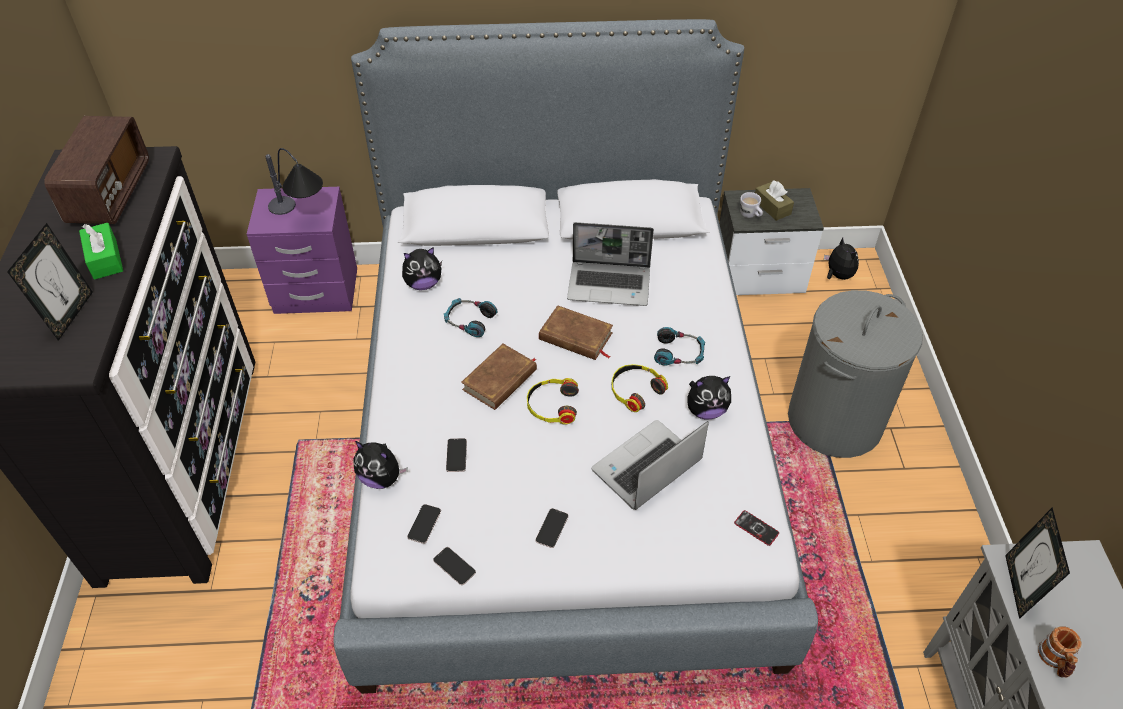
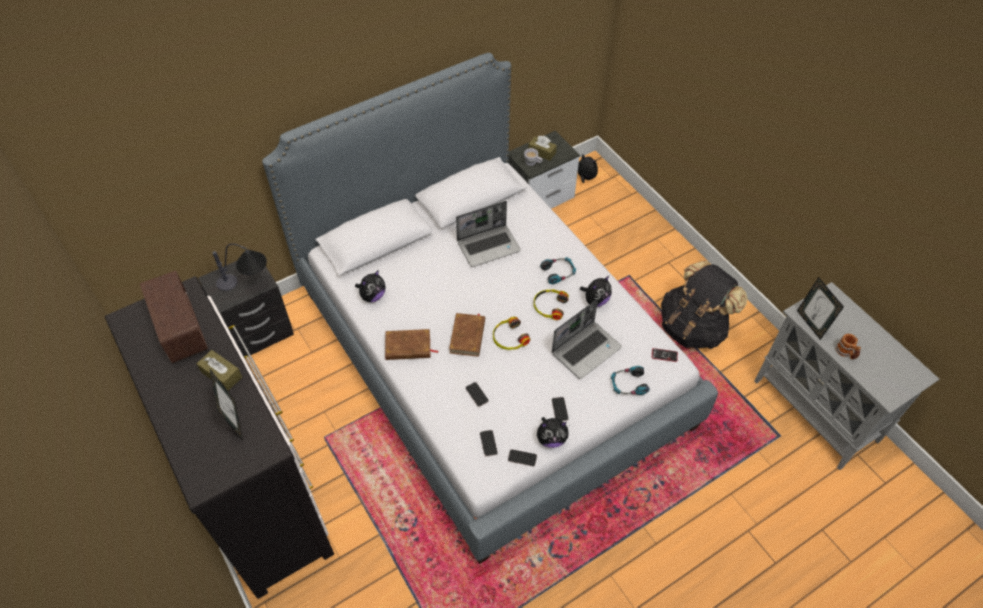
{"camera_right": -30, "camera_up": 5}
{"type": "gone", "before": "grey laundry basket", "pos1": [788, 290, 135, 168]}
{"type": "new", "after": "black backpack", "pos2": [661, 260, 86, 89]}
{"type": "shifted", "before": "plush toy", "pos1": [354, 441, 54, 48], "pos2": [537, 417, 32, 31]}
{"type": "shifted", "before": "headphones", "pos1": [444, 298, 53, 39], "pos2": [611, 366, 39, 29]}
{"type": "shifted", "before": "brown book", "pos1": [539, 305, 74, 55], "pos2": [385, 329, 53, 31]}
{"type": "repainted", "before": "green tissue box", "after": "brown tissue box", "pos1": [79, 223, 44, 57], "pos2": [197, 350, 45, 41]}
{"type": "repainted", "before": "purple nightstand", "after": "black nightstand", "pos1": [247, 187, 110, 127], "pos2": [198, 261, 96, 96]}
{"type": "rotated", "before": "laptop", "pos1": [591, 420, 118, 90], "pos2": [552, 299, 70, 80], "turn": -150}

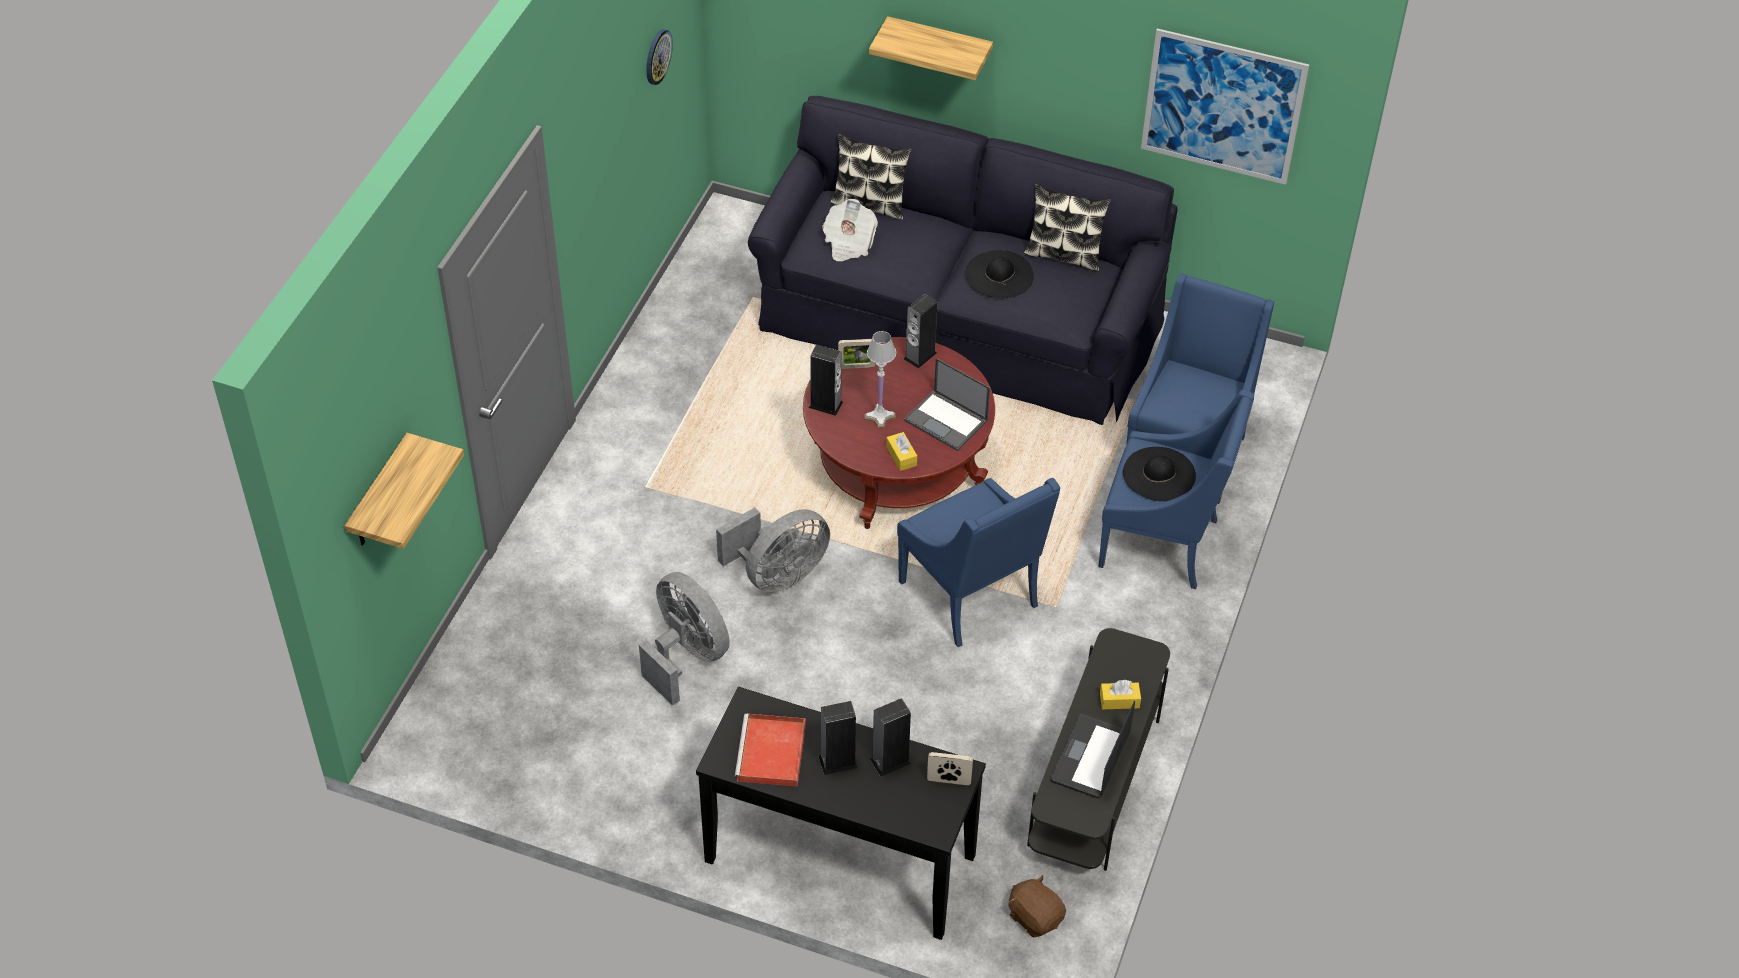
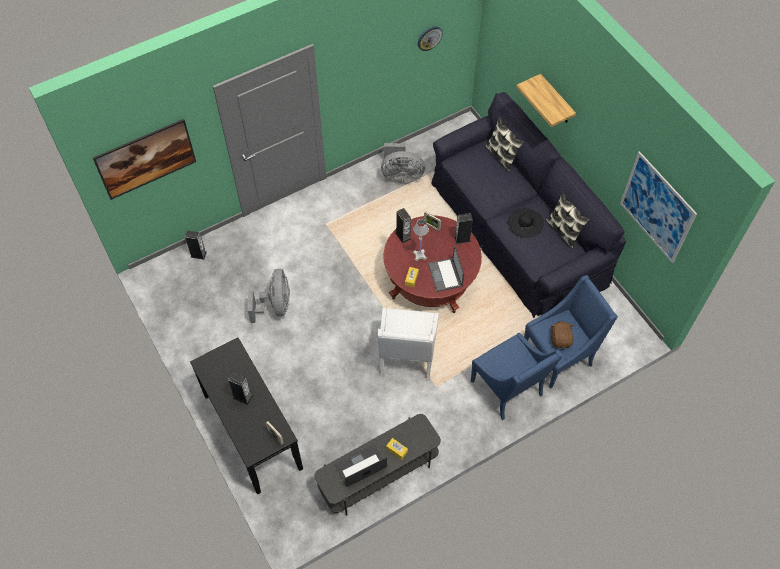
{"camera_right": 40, "camera_up": 10}
{"type": "gone", "before": "red tray", "pos1": [735, 714, 71, 72]}
{"type": "gone", "before": "newspaper", "pos1": [822, 199, 56, 62]}
{"type": "gone", "before": "black hat", "pos1": [1123, 447, 73, 55]}
{"type": "shifted", "before": "grey fan", "pos1": [716, 507, 114, 86], "pos2": [381, 143, 44, 40]}
{"type": "shifted", "before": "speaker", "pos1": [870, 698, 41, 78], "pos2": [185, 230, 22, 30]}
{"type": "shifted", "before": "brown plush toy", "pos1": [1009, 875, 57, 63], "pos2": [551, 321, 23, 28]}
{"type": "swapped", "before": "shelf", "after": "picture", "pos1": [344, 433, 120, 116], "pos2": [93, 119, 103, 81]}
{"type": "repainted", "before": "blue armchair", "after": "white armchair", "pos1": [897, 478, 163, 169], "pos2": [378, 308, 61, 73]}

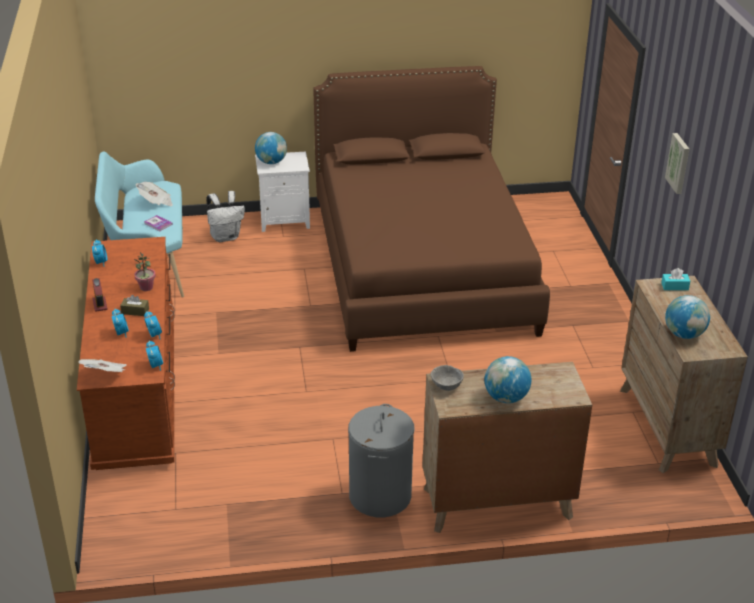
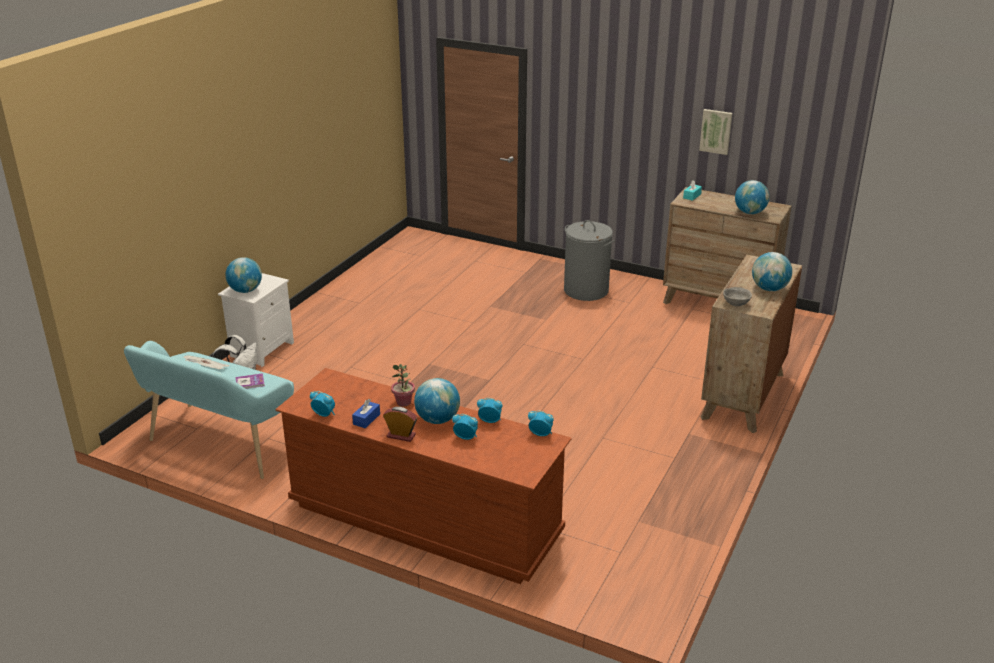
{"camera_right": -55, "camera_up": -5}
{"type": "gone", "before": "newspaper", "pos1": [78, 359, 49, 13]}
{"type": "gone", "before": "brown bed", "pos1": [313, 66, 237, 286]}
{"type": "new", "after": "blue tissue box", "pos2": [352, 399, 28, 29]}
{"type": "shifted", "before": "grey laundry basket", "pos1": [348, 404, 67, 113], "pos2": [564, 220, 51, 81]}
{"type": "shifted", "before": "picture", "pos1": [665, 133, 24, 61], "pos2": [699, 109, 34, 46]}
{"type": "swapped", "before": "brown tissue box", "after": "globe", "pos1": [120, 295, 29, 21], "pos2": [414, 378, 46, 46]}

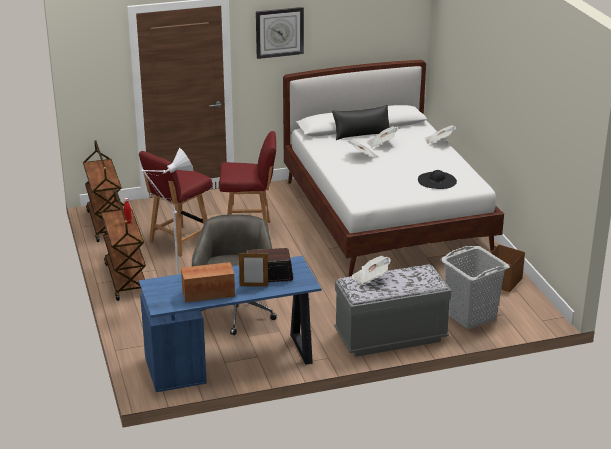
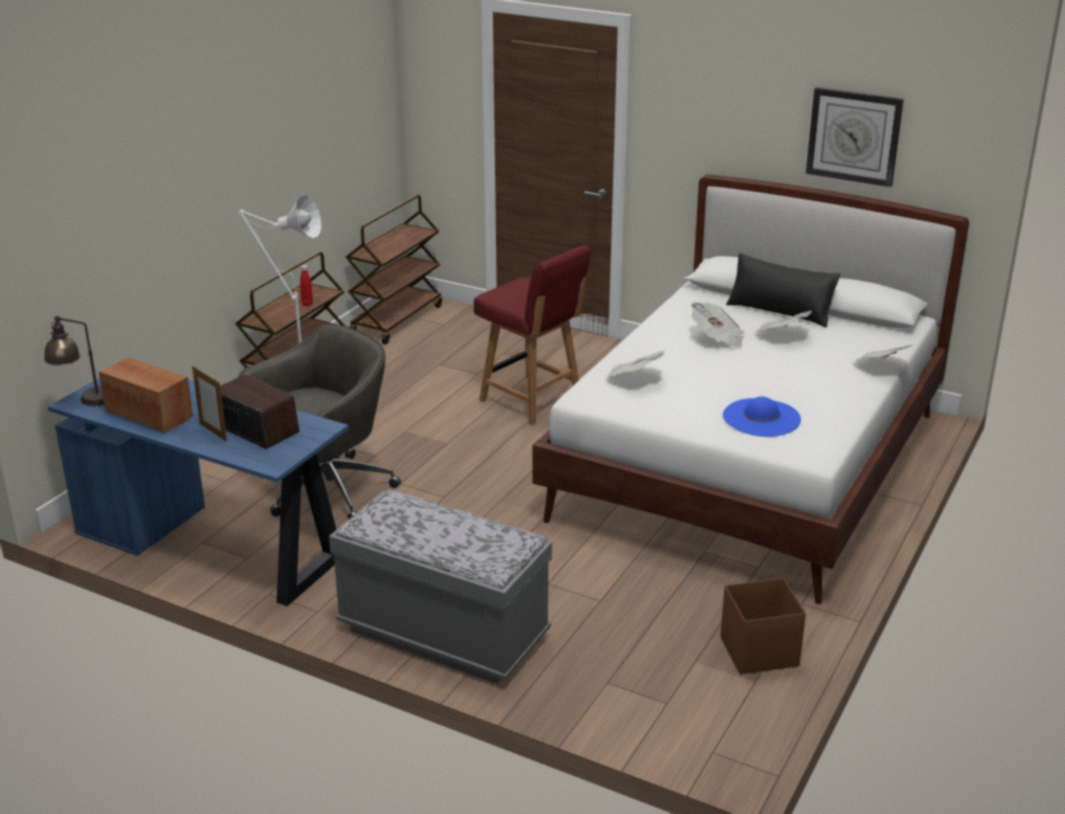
{"camera_right": 45, "camera_up": 0}
{"type": "gone", "before": "red chair", "pos1": [139, 151, 73, 106]}
{"type": "gone", "before": "grey laundry basket", "pos1": [440, 246, 70, 83]}
{"type": "new", "after": "table lamp", "pos2": [44, 316, 60, 90]}
{"type": "shifted", "before": "wall clock", "pos1": [256, 7, 48, 52], "pos2": [806, 87, 98, 100]}
{"type": "shifted", "before": "newspaper", "pos1": [352, 256, 39, 29], "pos2": [605, 350, 60, 28]}
{"type": "repainted", "before": "black hat", "after": "blue hat", "pos1": [418, 170, 39, 19], "pos2": [723, 396, 78, 41]}

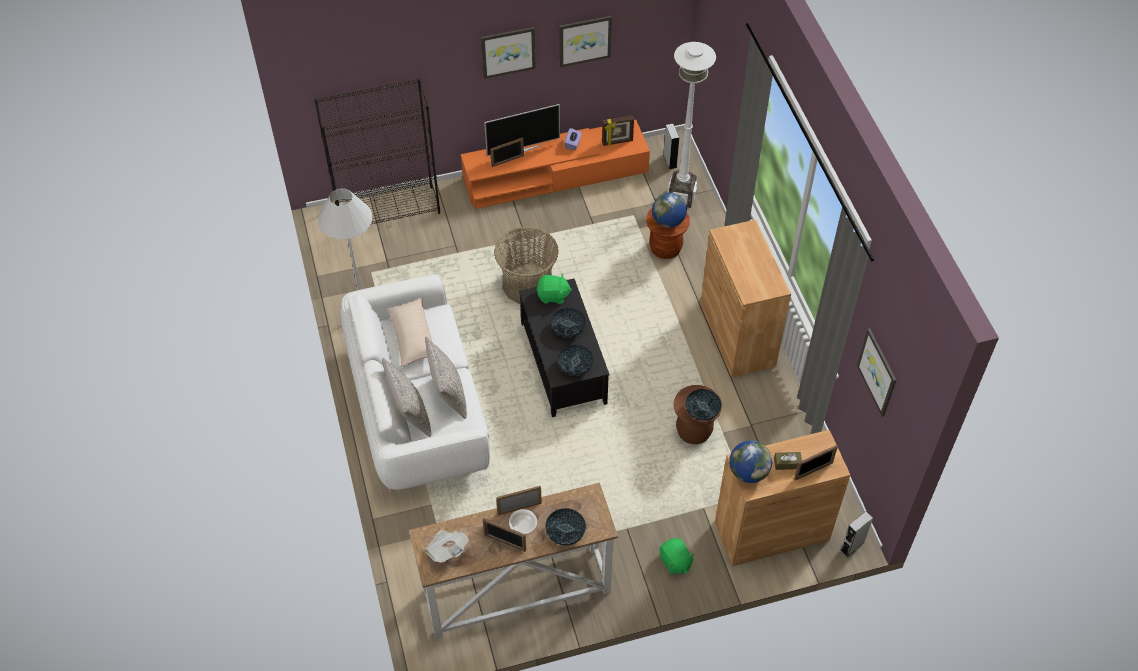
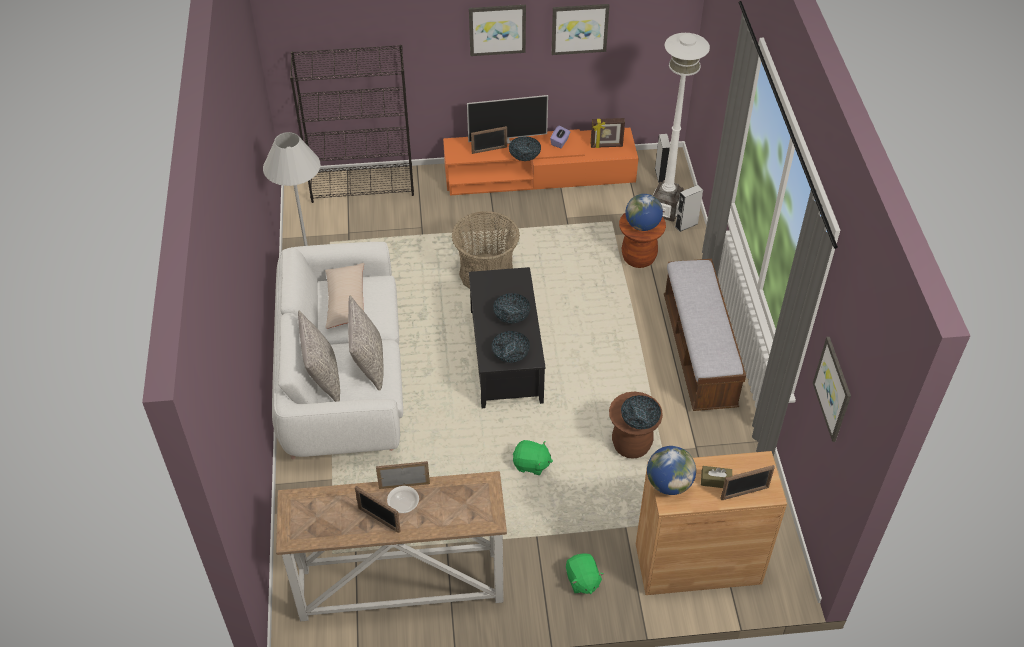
{"camera_right": 10, "camera_up": -5}
{"type": "gone", "before": "newspaper", "pos1": [425, 530, 44, 32]}
{"type": "shifted", "before": "green plush toy", "pos1": [536, 274, 36, 30], "pos2": [513, 440, 40, 35]}
{"type": "shifted", "before": "bowl", "pos1": [545, 508, 41, 37], "pos2": [509, 136, 32, 25]}
{"type": "shifted", "before": "grey speaker", "pos1": [840, 511, 33, 46], "pos2": [675, 185, 28, 47]}
{"type": "swapped", "before": "brown cabinet", "after": "bench", "pos1": [700, 220, 91, 157], "pos2": [664, 259, 82, 152]}

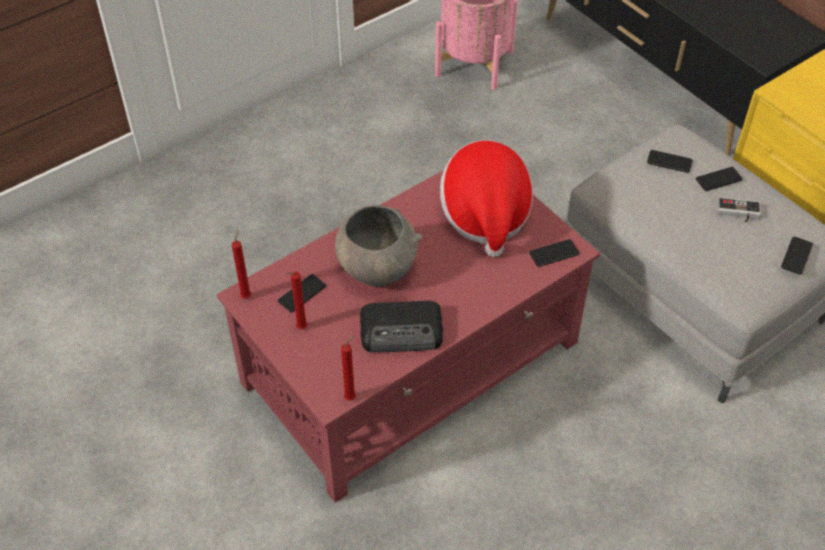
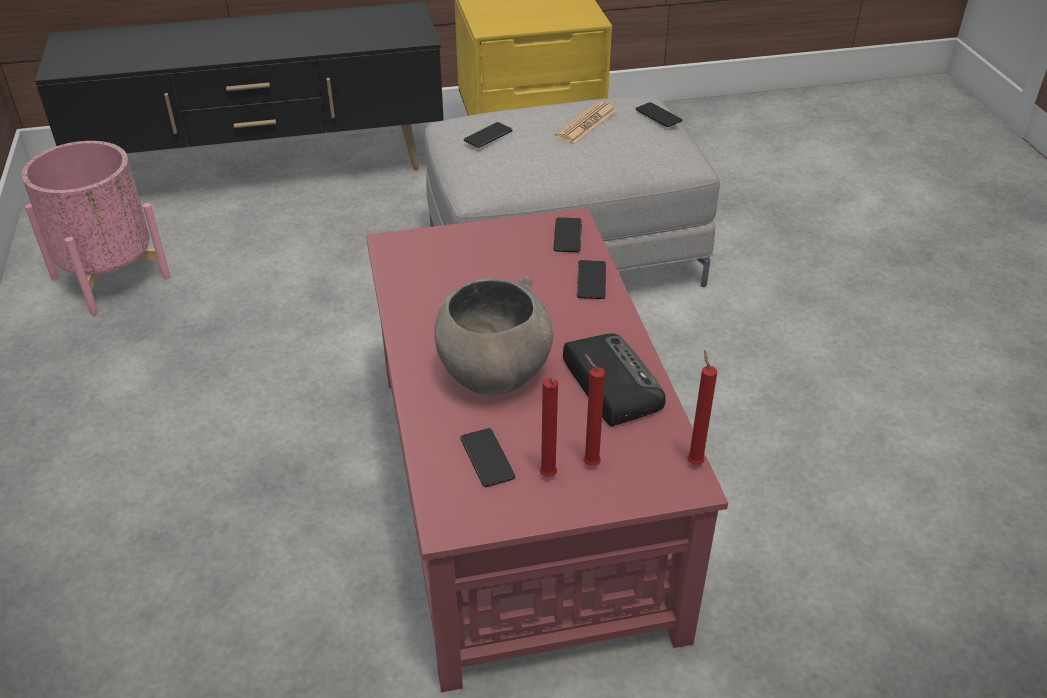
{"camera_right": -65, "camera_up": -10}
{"type": "gone", "before": "hat", "pos1": [440, 140, 93, 117]}
{"type": "shifted", "before": "red candle", "pos1": [232, 231, 19, 68], "pos2": [583, 354, 22, 112]}
{"type": "shifted", "before": "phone", "pos1": [696, 167, 47, 24], "pos2": [577, 260, 29, 39]}
{"type": "swapped", "before": "game controller", "after": "newspaper", "pos1": [717, 197, 44, 25], "pos2": [555, 101, 62, 43]}
{"type": "rotated", "before": "radio", "pos1": [360, 301, 83, 51], "pos2": [563, 333, 103, 93], "turn": -45}

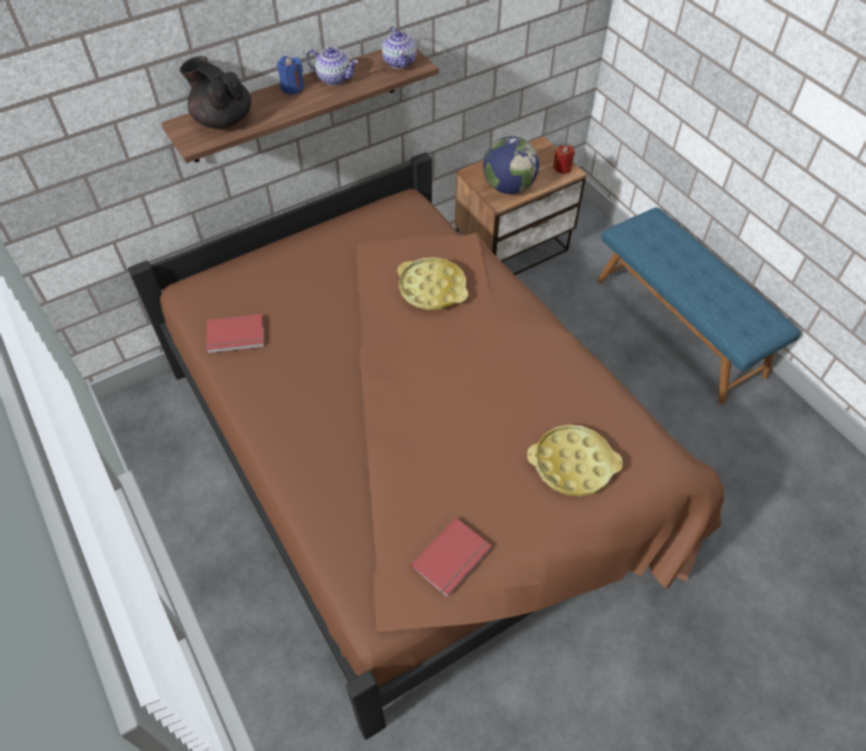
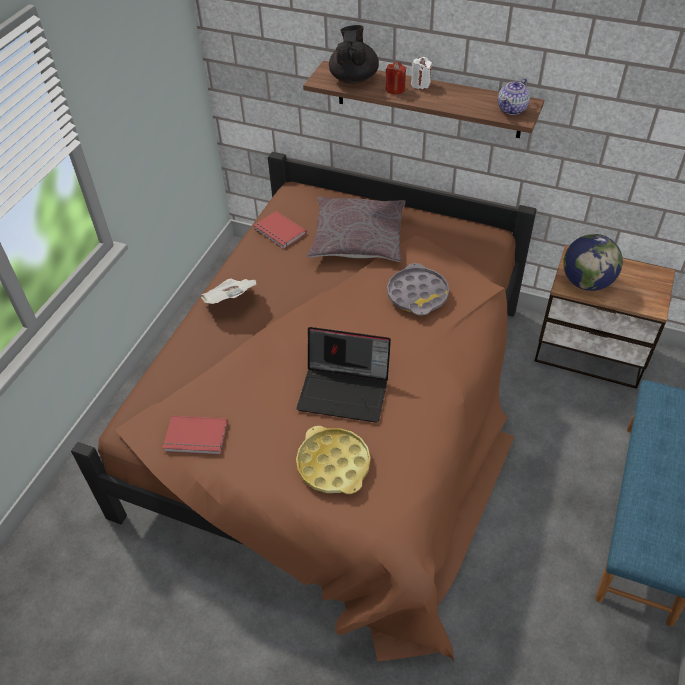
{"camera_right": 55, "camera_up": -5}
{"type": "gone", "before": "teapot", "pos1": [306, 47, 52, 39]}
{"type": "new", "after": "newspaper", "pos2": [201, 279, 55, 25]}
{"type": "new", "after": "laptop", "pos2": [296, 327, 95, 96]}
{"type": "new", "after": "grey pillow", "pos2": [307, 197, 99, 65]}
{"type": "shifted", "before": "red candle", "pos1": [553, 145, 22, 29], "pos2": [386, 62, 21, 32]}
{"type": "repainted", "before": "blue candle", "after": "white candle", "pos1": [277, 56, 27, 39], "pos2": [411, 57, 21, 32]}
{"type": "repainted", "before": "yellow tray", "after": "grey tray", "pos1": [397, 257, 71, 53], "pos2": [387, 263, 62, 52]}

